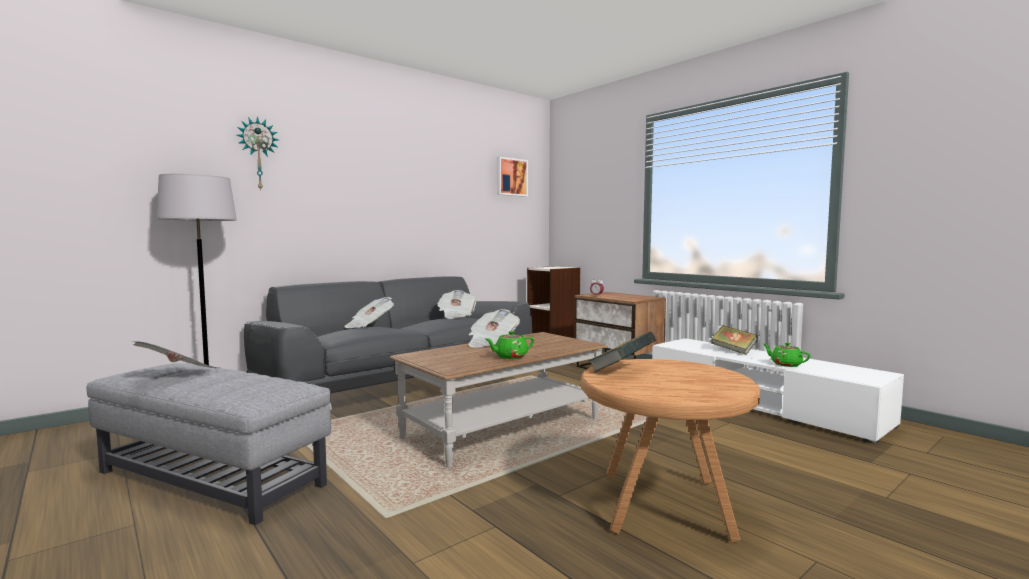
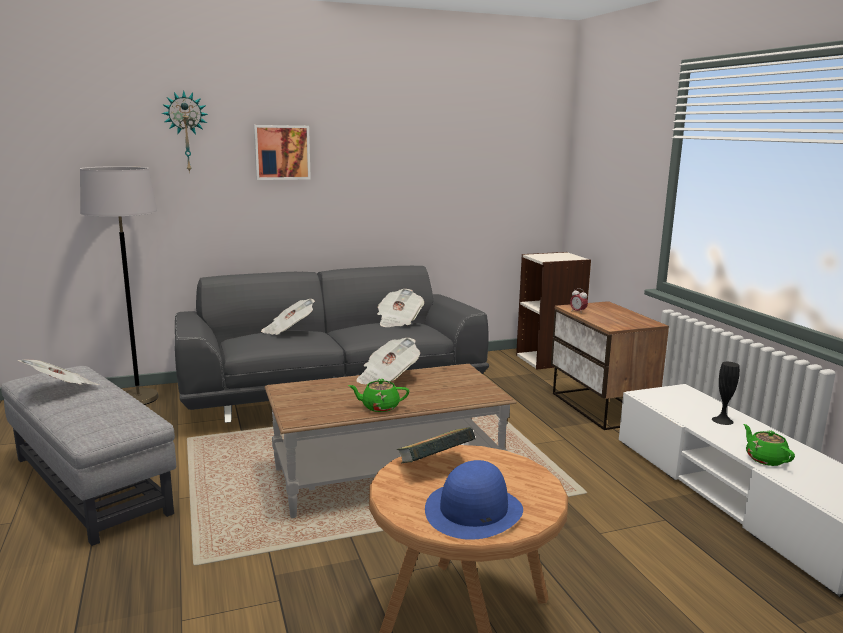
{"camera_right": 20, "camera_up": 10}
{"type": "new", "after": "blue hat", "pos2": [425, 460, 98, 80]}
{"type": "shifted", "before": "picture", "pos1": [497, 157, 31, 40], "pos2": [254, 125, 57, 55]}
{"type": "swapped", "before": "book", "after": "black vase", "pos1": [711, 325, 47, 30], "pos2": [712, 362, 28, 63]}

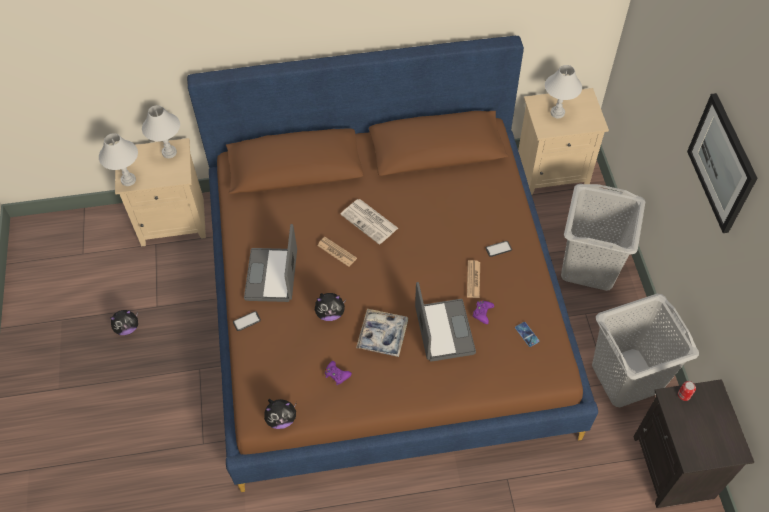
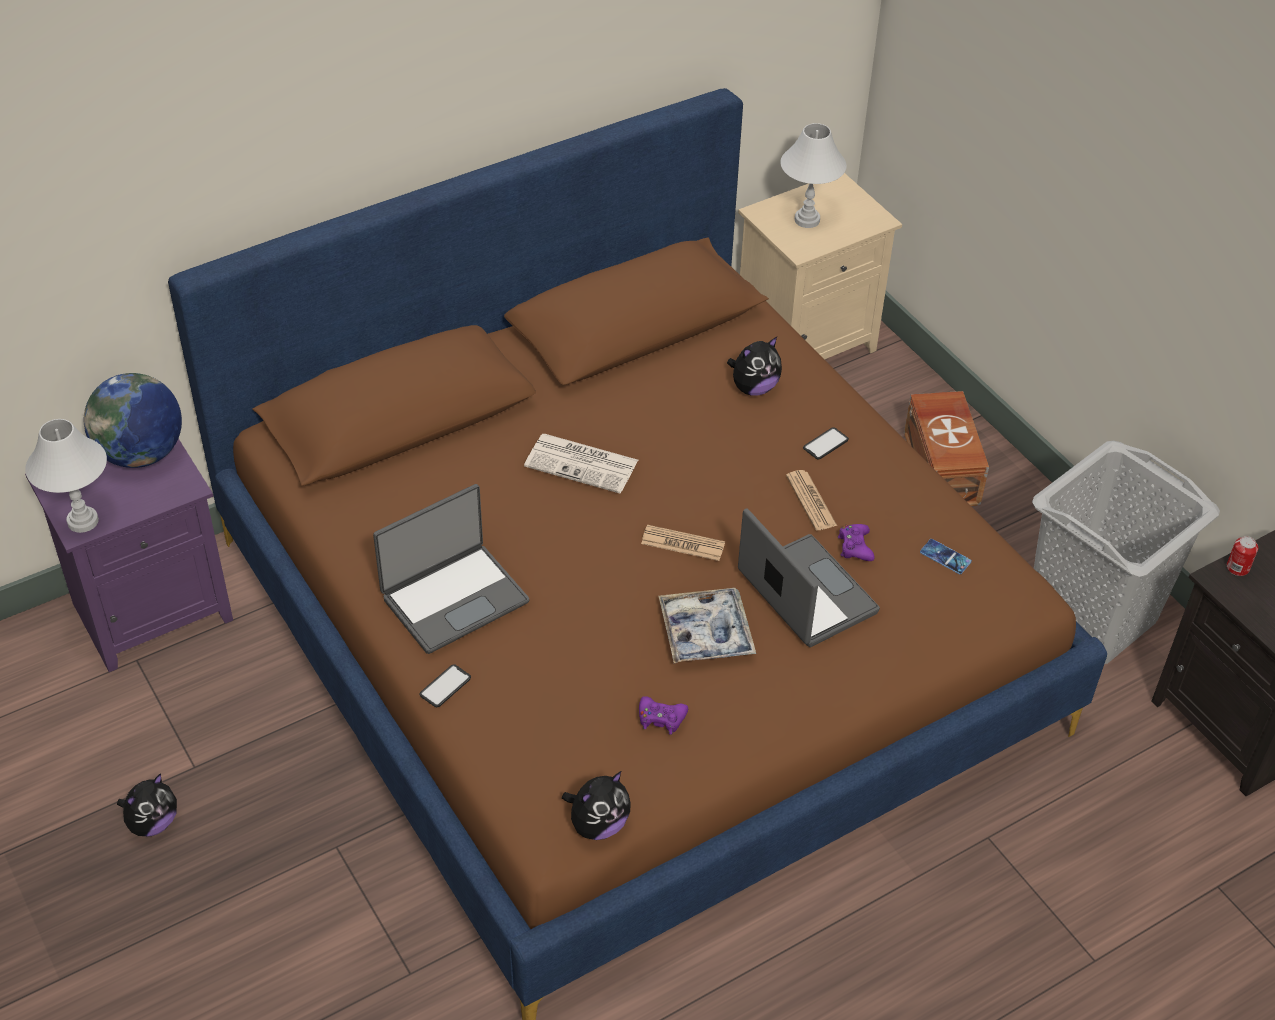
{"camera_right": -25, "camera_up": -10}
{"type": "gone", "before": "picture", "pos1": [687, 93, 71, 140]}
{"type": "shifted", "before": "plush toy", "pos1": [315, 293, 31, 28], "pos2": [727, 337, 55, 59]}
{"type": "shifted", "before": "newspaper", "pos1": [317, 237, 40, 30], "pos2": [641, 525, 84, 36]}
{"type": "swapped", "before": "white table lamp", "after": "globe", "pos1": [142, 105, 38, 53], "pos2": [84, 373, 98, 95]}
{"type": "swapped", "before": "grey laundry basket", "after": "brown storage box", "pos1": [561, 184, 84, 107], "pos2": [904, 391, 85, 115]}
{"type": "repainted", "before": "beige nightstand", "after": "purple nightstand", "pos1": [115, 138, 91, 109], "pos2": [25, 438, 208, 234]}
{"type": "rotated", "before": "laptop", "pos1": [244, 224, 53, 78], "pos2": [373, 484, 156, 170], "turn": -105}

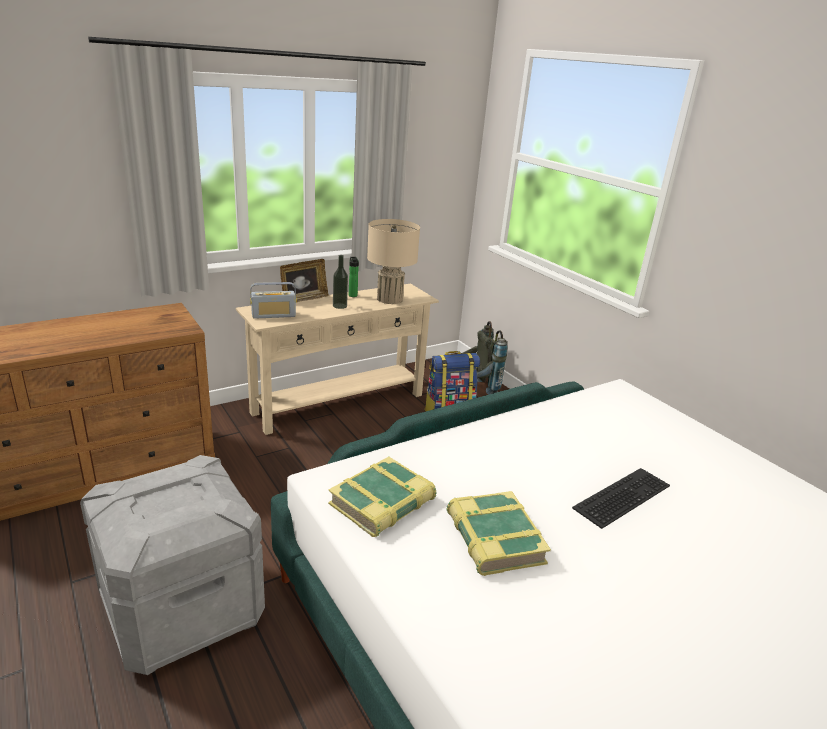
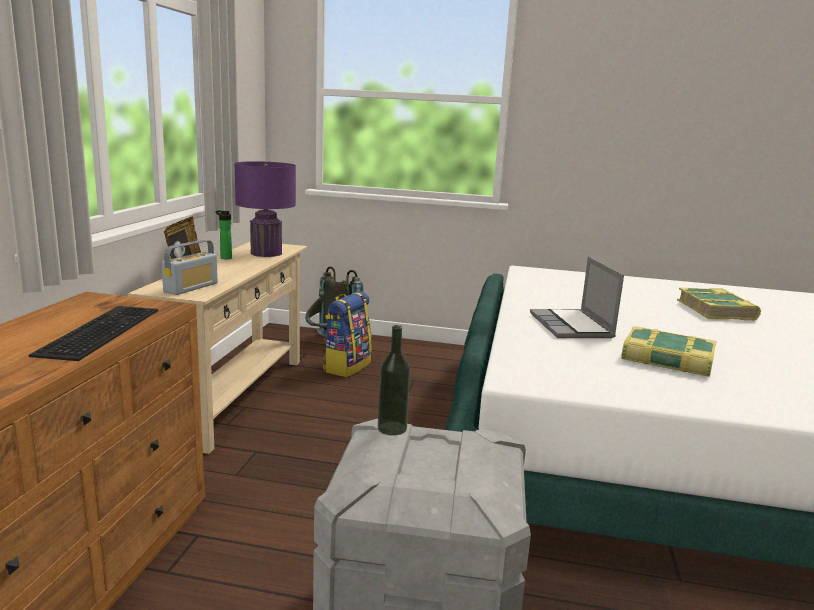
{"camera_right": -45, "camera_up": -10}
{"type": "new", "after": "laptop", "pos2": [530, 256, 94, 82]}
{"type": "shifted", "before": "book", "pos1": [328, 457, 109, 80], "pos2": [677, 288, 84, 33]}
{"type": "shifted", "before": "bottle", "pos1": [333, 255, 15, 54], "pos2": [378, 325, 32, 111]}
{"type": "shifted", "before": "keyboard", "pos1": [572, 468, 98, 61], "pos2": [29, 306, 129, 55]}
{"type": "repainted", "before": "beige table lamp", "after": "purple table lamp", "pos1": [367, 219, 53, 85], "pos2": [234, 161, 62, 96]}

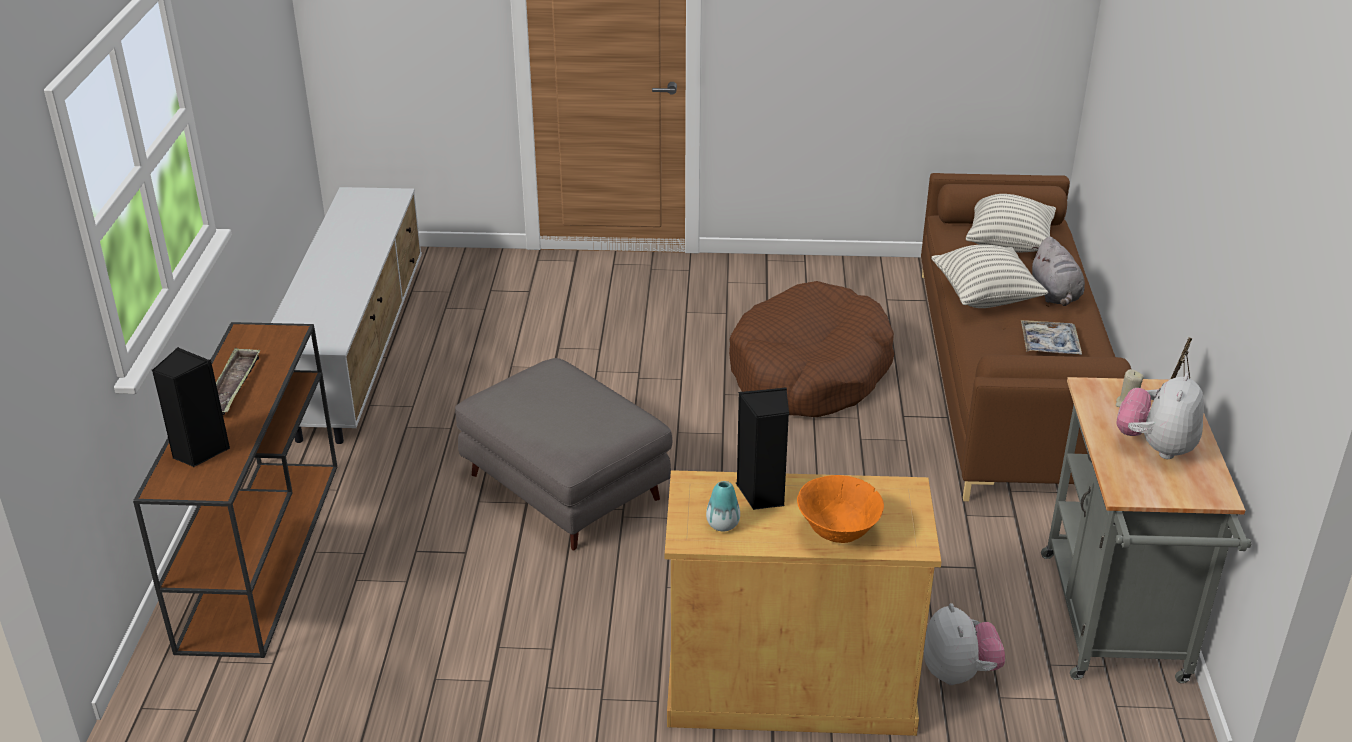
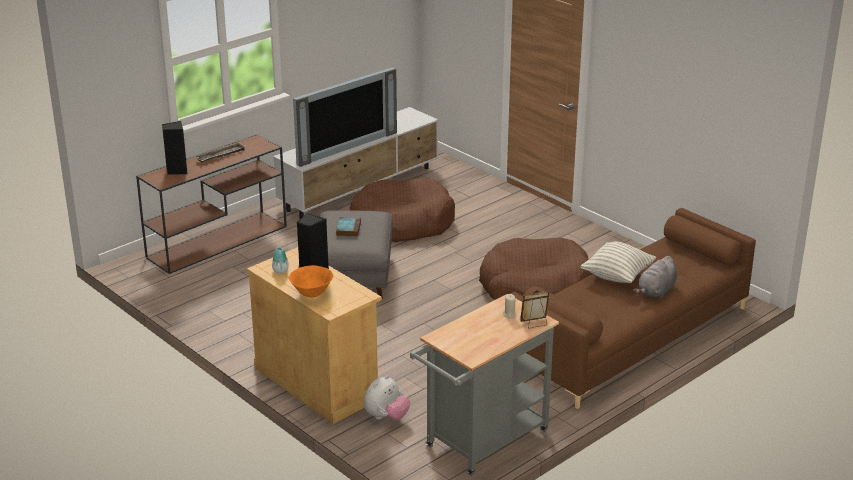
{"camera_right": 45, "camera_up": -5}
{"type": "gone", "before": "pillow", "pos1": [966, 194, 90, 58]}
{"type": "gone", "before": "tray", "pos1": [1021, 320, 61, 34]}
{"type": "gone", "before": "plush toy", "pos1": [1116, 373, 88, 86]}
{"type": "new", "after": "television", "pos2": [293, 67, 104, 100]}
{"type": "new", "after": "book", "pos2": [336, 217, 25, 20]}
{"type": "new", "after": "brown dog bed", "pos2": [350, 178, 105, 64]}

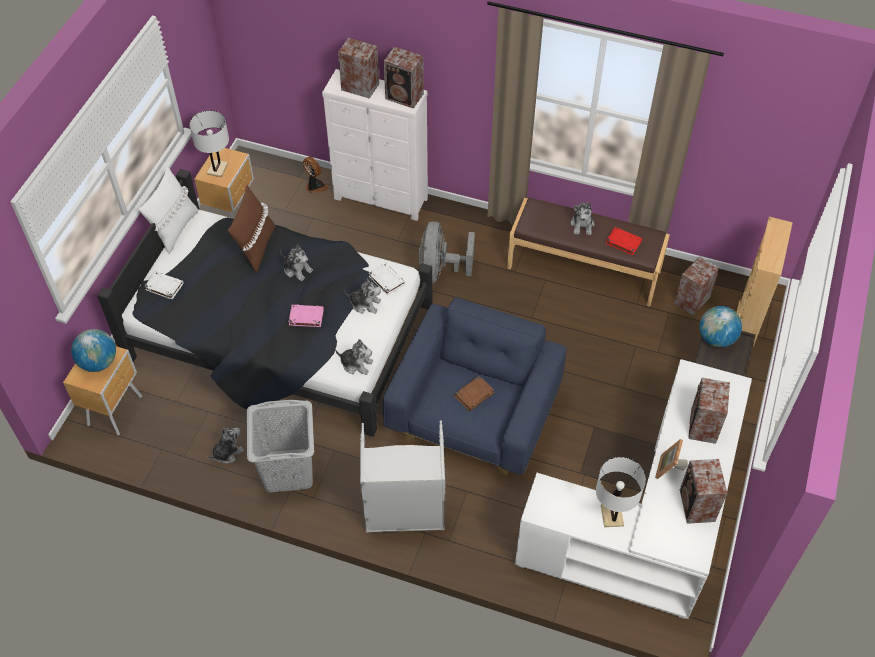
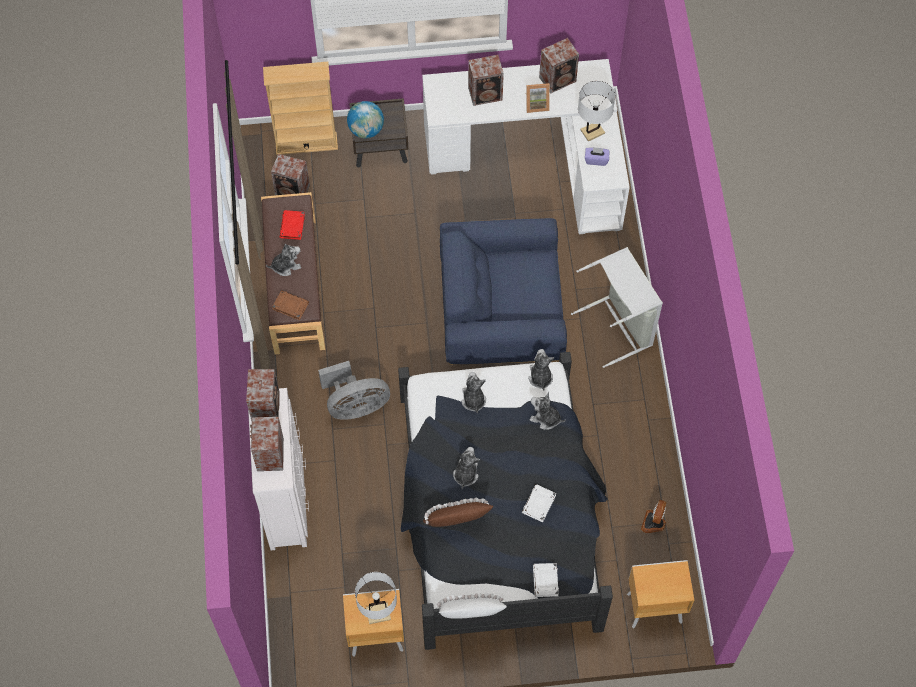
{"camera_right": -115, "camera_up": 10}
{"type": "gone", "before": "globe", "pos1": [71, 329, 45, 43]}
{"type": "gone", "before": "grey laundry basket", "pos1": [247, 400, 67, 92]}
{"type": "gone", "before": "pink book", "pos1": [289, 304, 35, 23]}
{"type": "new", "after": "purple tissue box", "pos2": [585, 147, 25, 19]}
{"type": "shifted", "before": "plush toy", "pos1": [208, 427, 36, 37], "pos2": [530, 392, 36, 38]}
{"type": "shifted", "before": "fan", "pos1": [303, 156, 26, 37], "pos2": [641, 499, 26, 34]}
{"type": "shifted", "before": "white book", "pos1": [369, 263, 36, 32], "pos2": [522, 484, 34, 38]}
{"type": "shifted", "before": "brown book", "pos1": [454, 376, 41, 35], "pos2": [272, 290, 37, 30]}

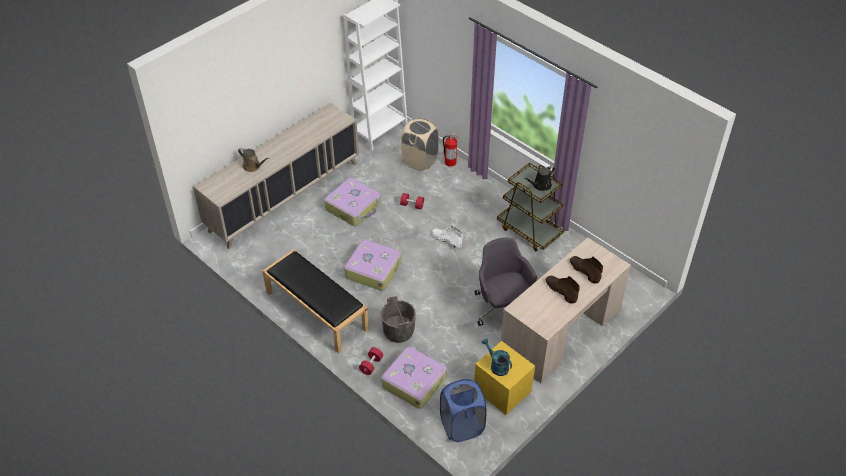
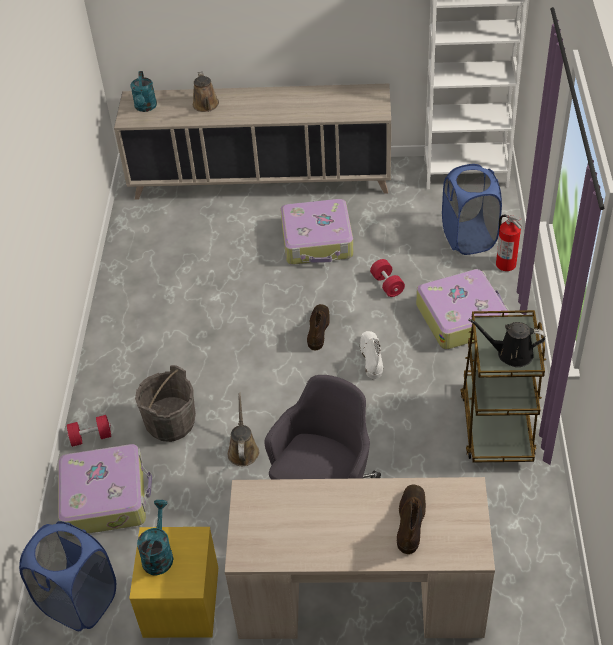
{"camera_right": 50, "camera_up": 0}
{"type": "gone", "before": "black bench", "pos1": [263, 249, 106, 104]}
{"type": "new", "after": "turquoise watering can", "pos2": [130, 71, 27, 41]}
{"type": "new", "after": "brown watering can", "pos2": [228, 393, 31, 73]}
{"type": "shifted", "before": "suitcase", "pos1": [344, 239, 58, 52], "pos2": [416, 269, 93, 81]}
{"type": "shifted", "before": "brown boot", "pos1": [546, 276, 34, 28], "pos2": [307, 304, 23, 46]}
{"type": "repainted", "before": "beige laundry basket", "after": "blue laundry basket", "pos1": [401, 118, 38, 53], "pos2": [442, 164, 60, 91]}

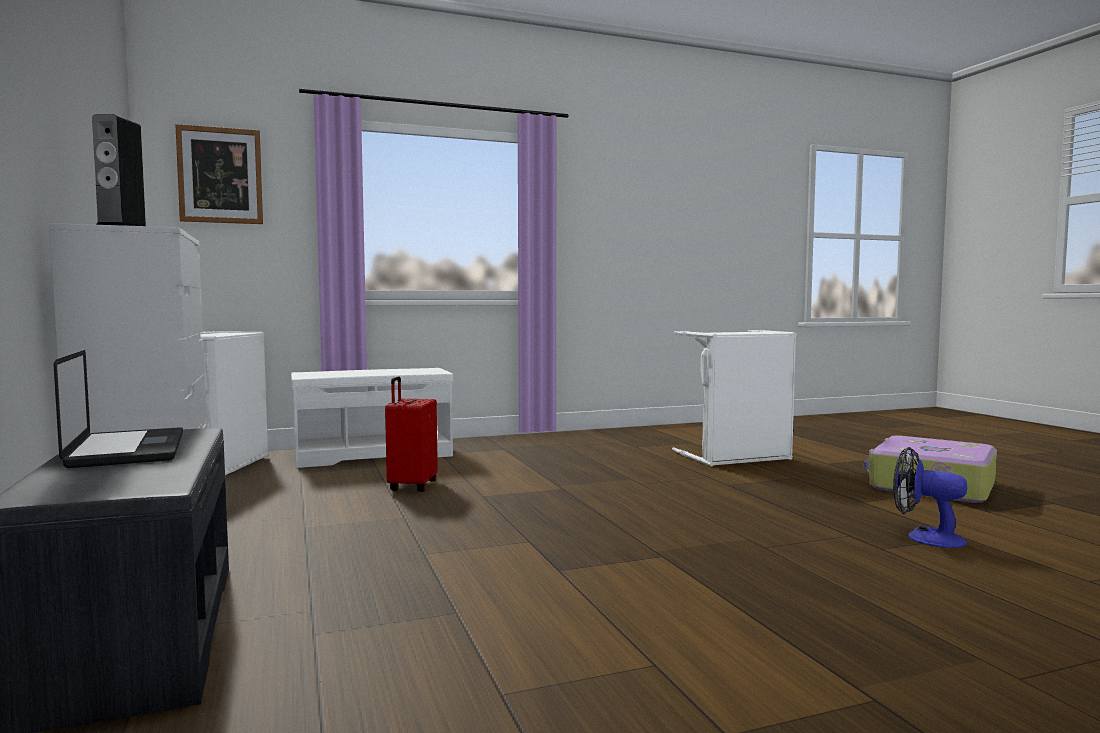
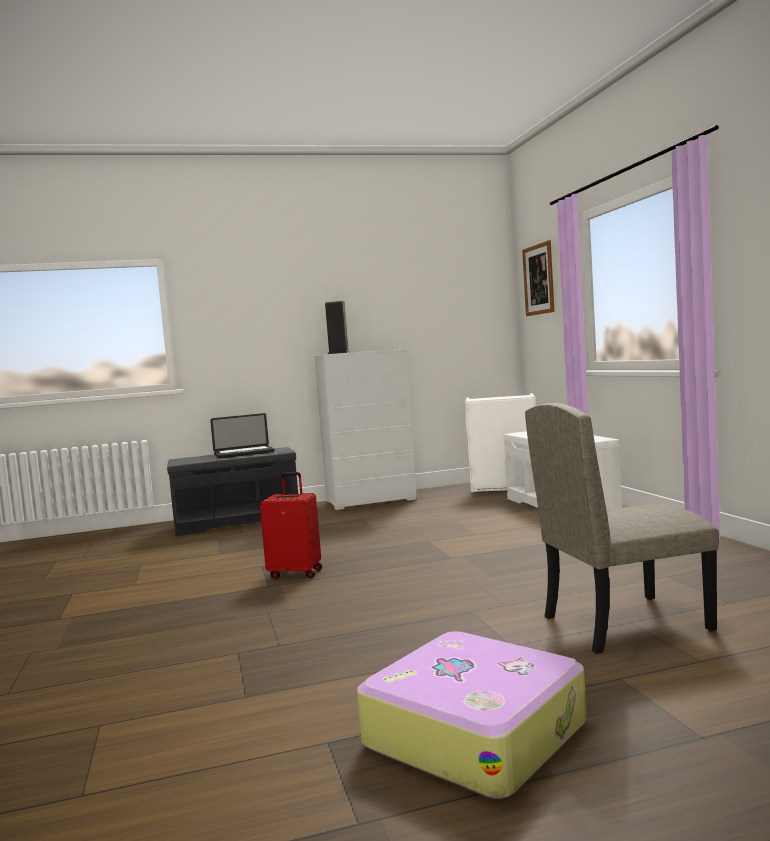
{"camera_right": 95, "camera_up": 0}
{"type": "gone", "before": "fan", "pos1": [893, 447, 74, 101]}
{"type": "shifted", "before": "red suitcase", "pos1": [385, 376, 53, 116], "pos2": [260, 472, 62, 107]}
{"type": "swapped", "before": "white laundry basket", "after": "beige chair", "pos1": [672, 330, 124, 137], "pos2": [525, 403, 194, 251]}

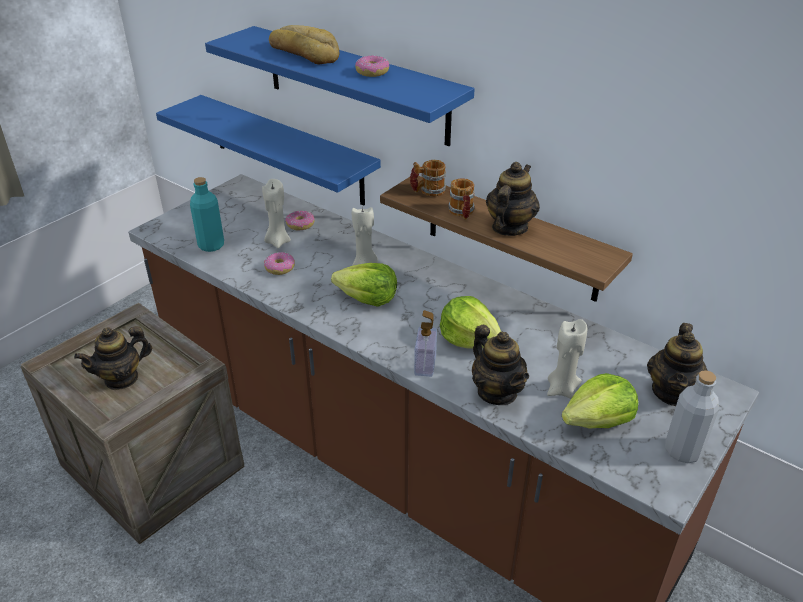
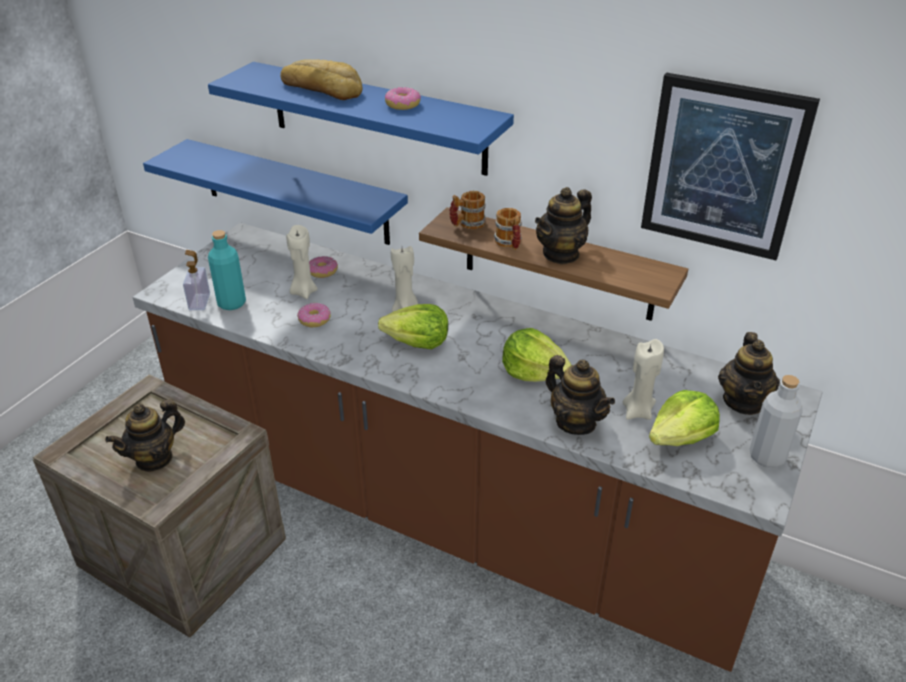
{"camera_right": -10, "camera_up": 0}
{"type": "new", "after": "picture", "pos2": [641, 73, 179, 187]}
{"type": "shifted", "before": "soap dispenser", "pos1": [414, 310, 23, 67], "pos2": [183, 250, 27, 60]}
{"type": "rotated", "before": "teapot", "pos1": [486, 162, 54, 74], "pos2": [535, 187, 57, 78], "turn": -150}

